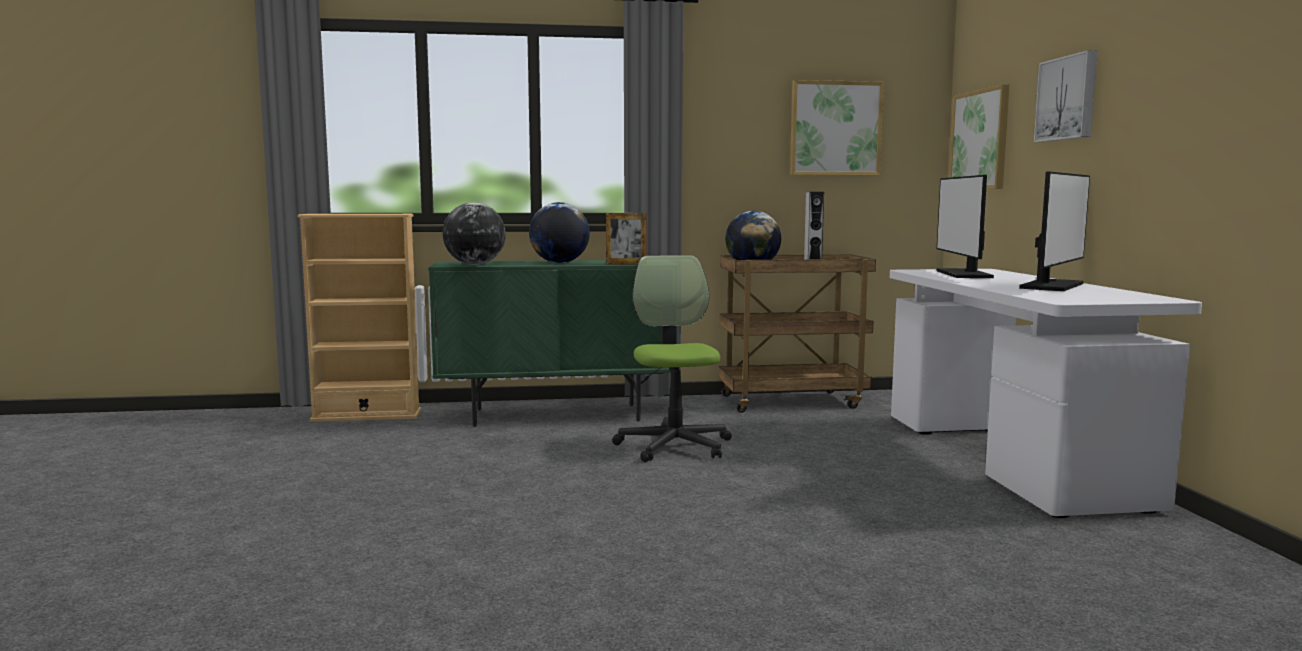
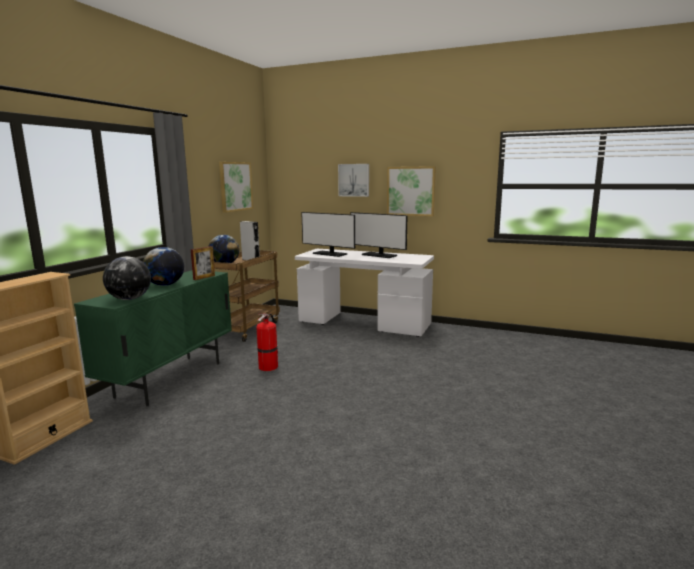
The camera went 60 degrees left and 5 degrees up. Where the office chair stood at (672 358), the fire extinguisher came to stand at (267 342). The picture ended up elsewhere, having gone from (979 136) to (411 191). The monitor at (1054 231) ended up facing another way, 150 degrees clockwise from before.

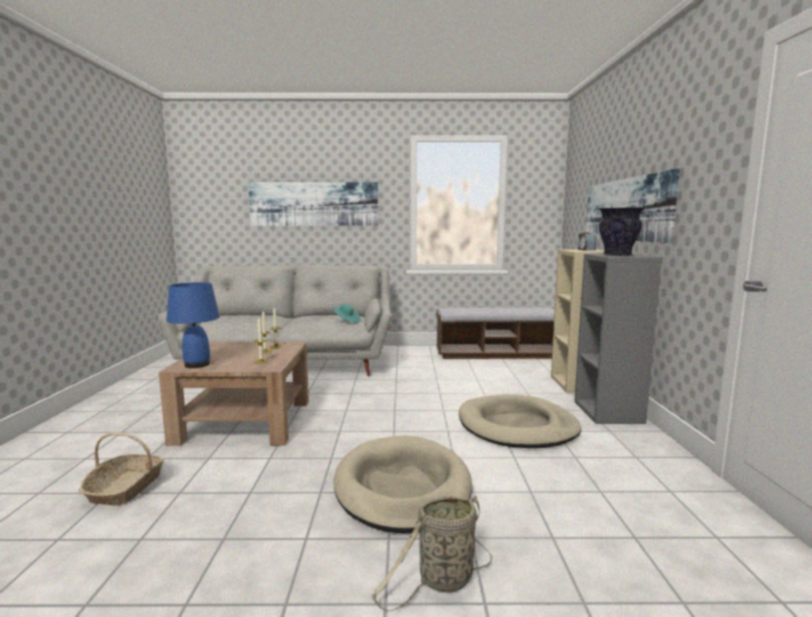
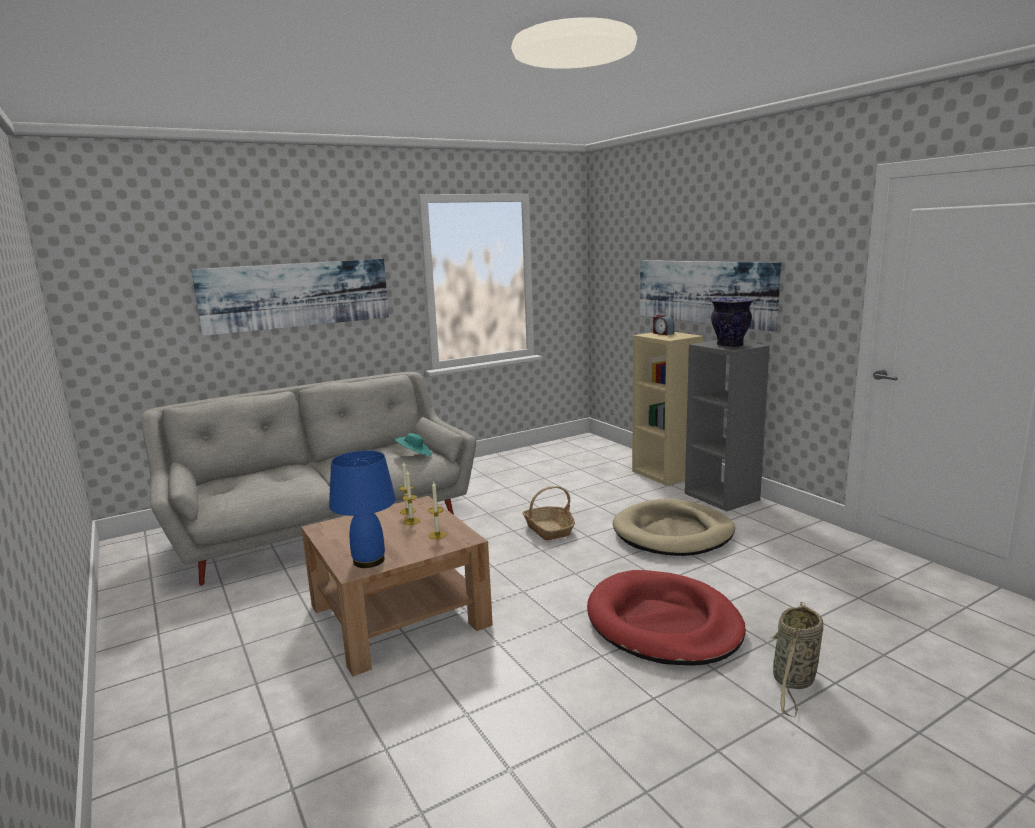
The camera went 30 degrees left and 5 degrees up. The basket ended up elsewhere, having gone from (121 469) to (549 513). What was the beige dog bed at (403 484) turned into the red dog bed at (666 618). The second view lost the bench at (495 333).

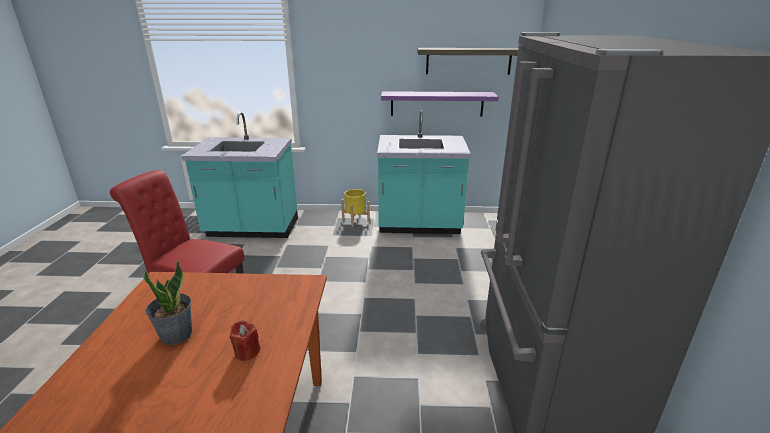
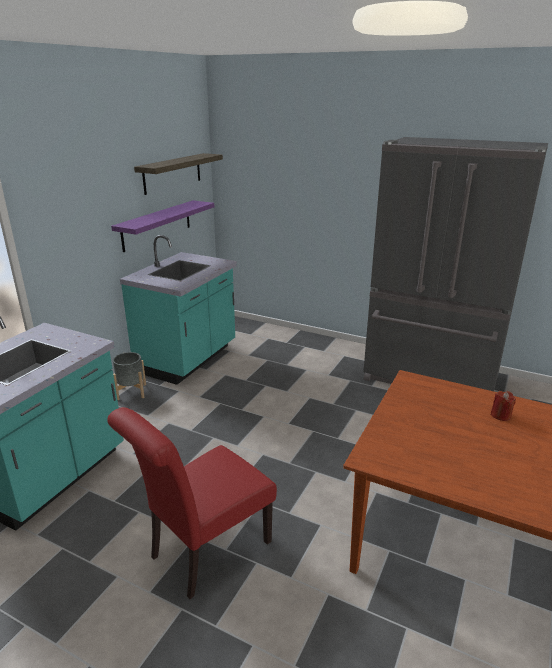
The camera went 65 degrees left and 0 degrees up. The second view lost the potted plant at (168 302). What was the yellow planter at (355 208) turned into the grey planter at (129 376).

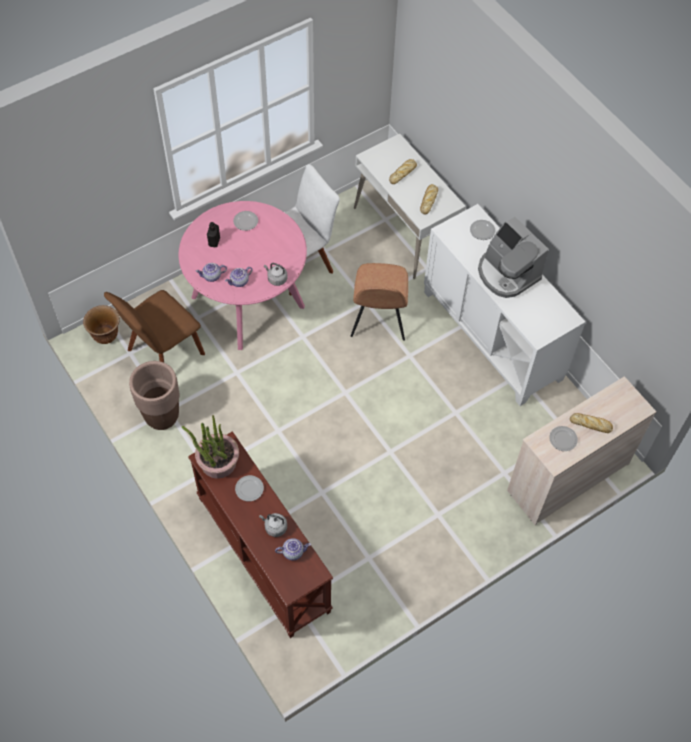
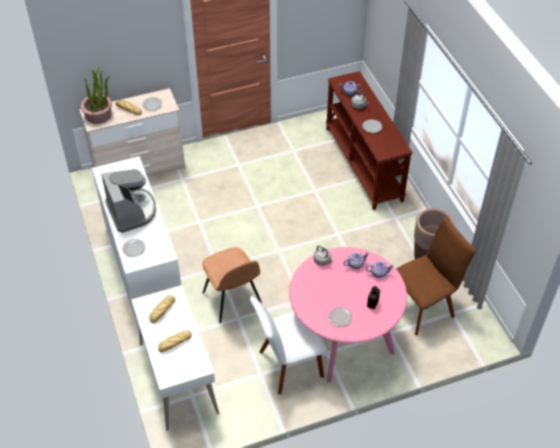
The camera went 165 degrees left and 10 degrees down. The second view lost the brown planter at (101 324). The potted plant ended up elsewhere, having gone from (210 447) to (96 95). The brown chair at (379 302) ended up facing another way, 135 degrees clockwise from before.

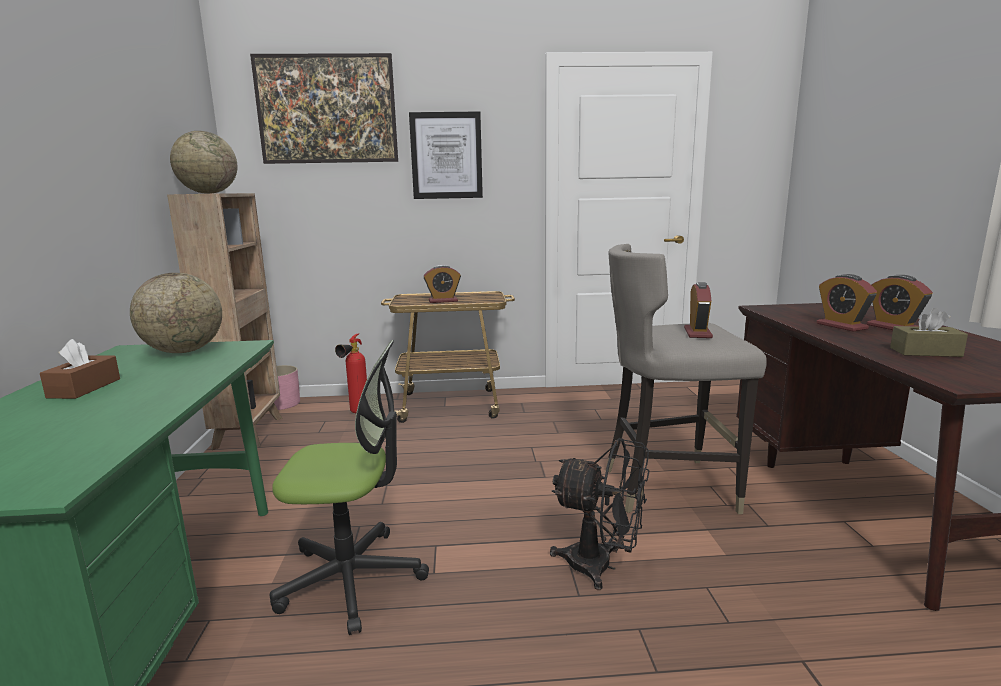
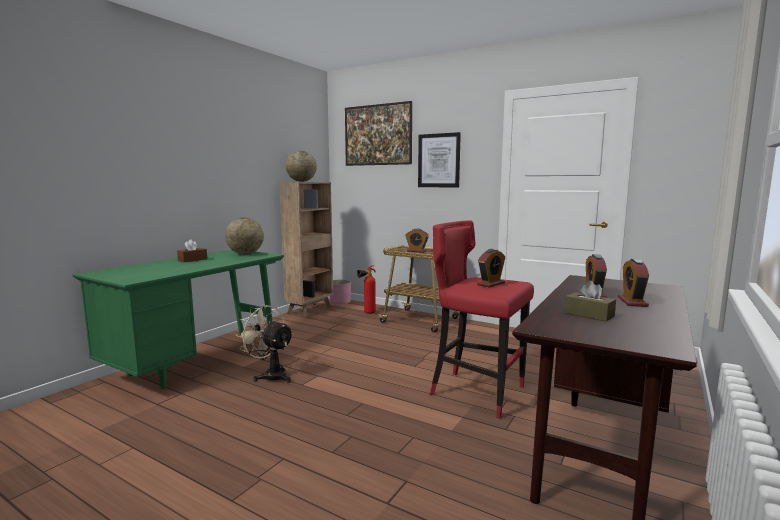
The camera went 35 degrees right and 5 degrees down. Where the office chair stood at (349 487), the beige fan came to stand at (265 344). The second view lost the black fan at (599 514). What was the grey stool at (686 379) turned into the red stool at (482 319).

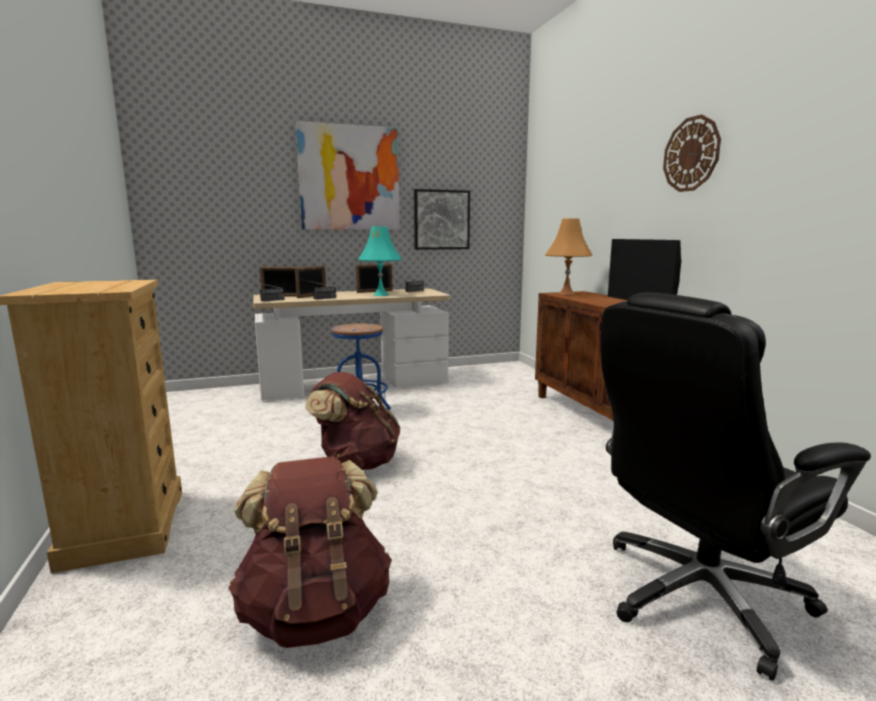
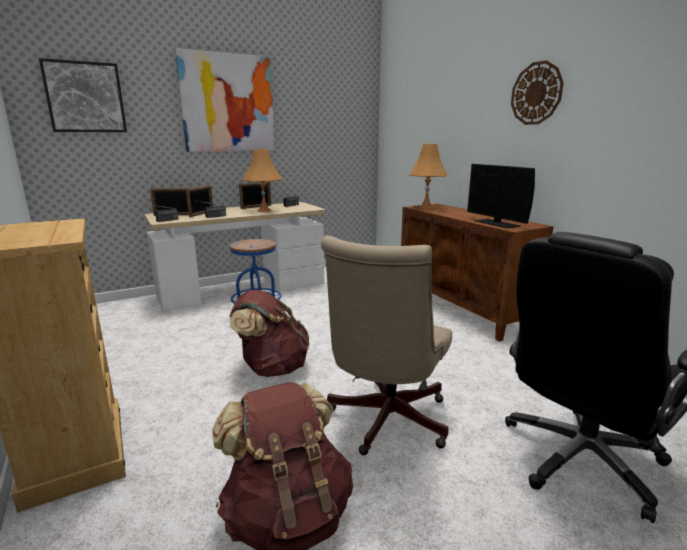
The camera went 10 degrees left and 5 degrees up. What was the turquoise table lamp at (380 261) turned into the orange table lamp at (262 180). The picture ended up elsewhere, having gone from (442 219) to (83 95). The second view gained the beige office chair at (386 345).

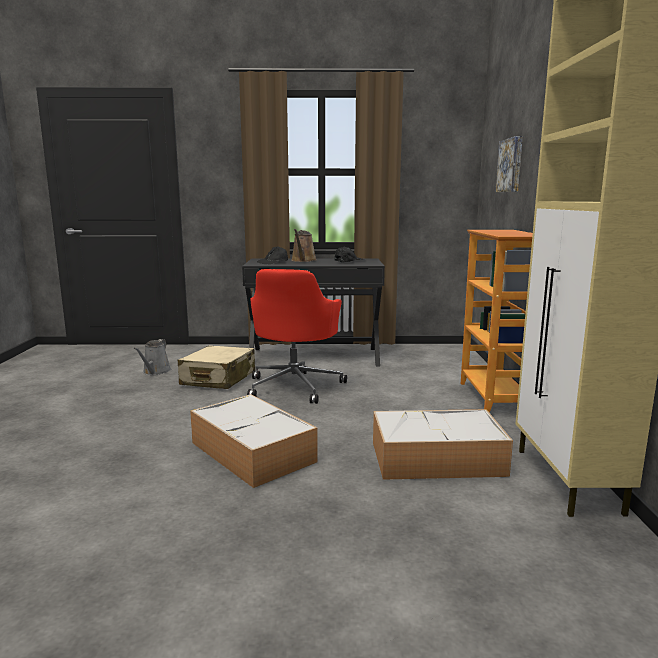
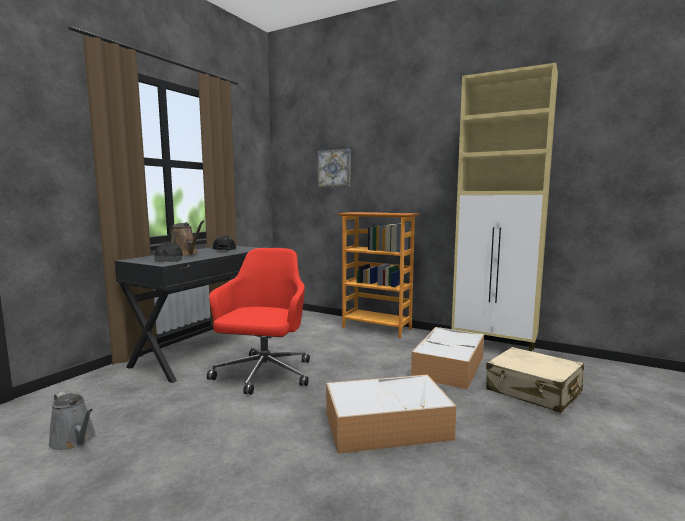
The camera went 60 degrees left and 5 degrees down. The beige suitcase ended up elsewhere, having gone from (216 367) to (535 380). The red office chair at (297 336) ended up facing another way, 120 degrees counterclockwise from before.

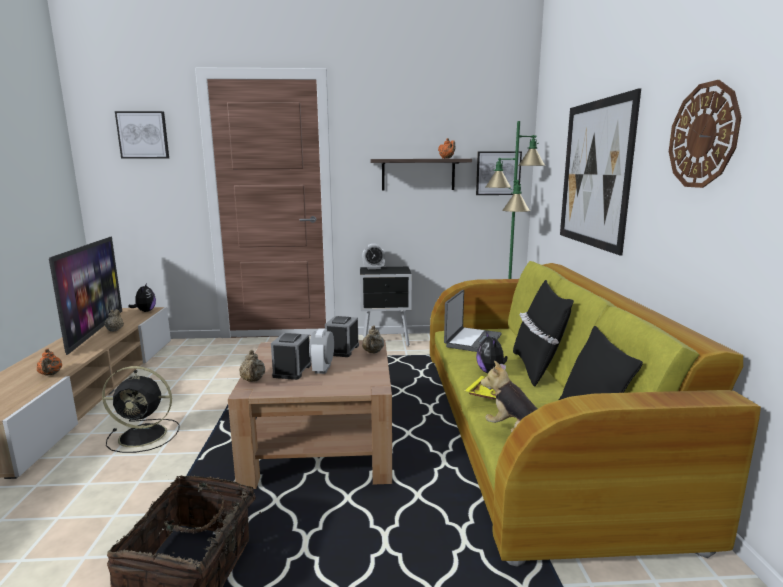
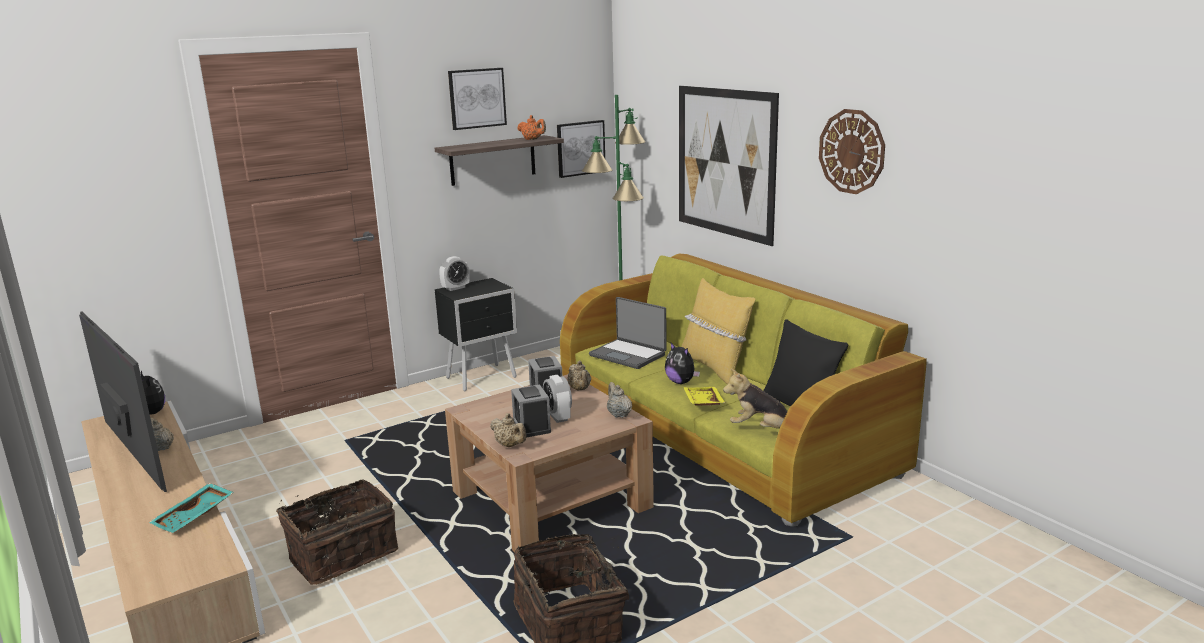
The camera went 30 degrees left and 5 degrees up. Where the orange teapot stood at (49 362), the turquoise tray came to stand at (191 508). Where the black fan stood at (141 409), the basket came to stand at (337 532). The picture ended up elsewhere, having gone from (142 135) to (477 99). The laptop at (473 321) ended up facing another way, 135 degrees clockwise from before. What was the black pillow at (543 333) turned into the yellow pillow at (718 331). The second view gained the beige teapot at (619 400).

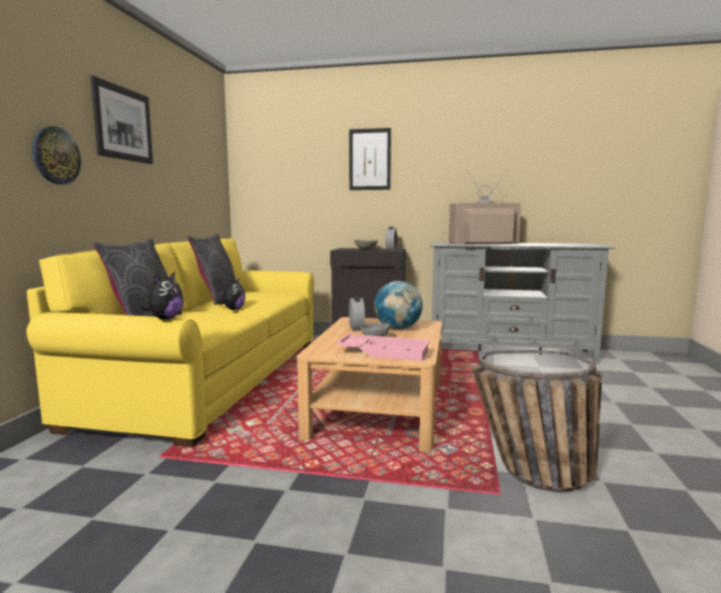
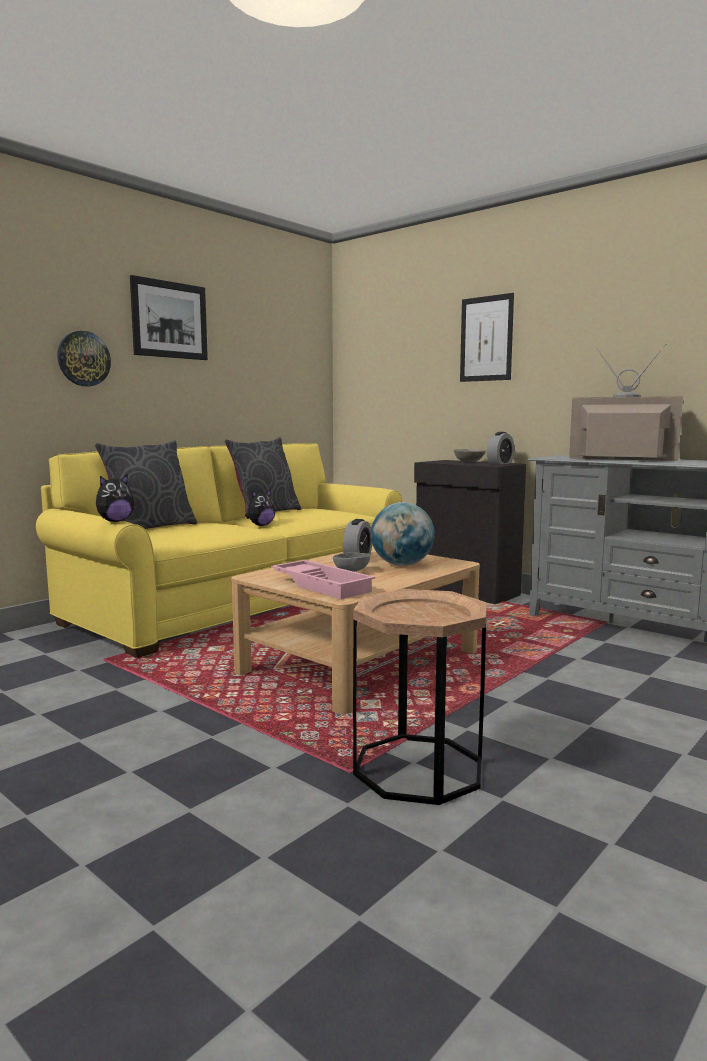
The camera went 30 degrees right and 0 degrees up. Where the basket stood at (536 421), the brown side table came to stand at (420 697).

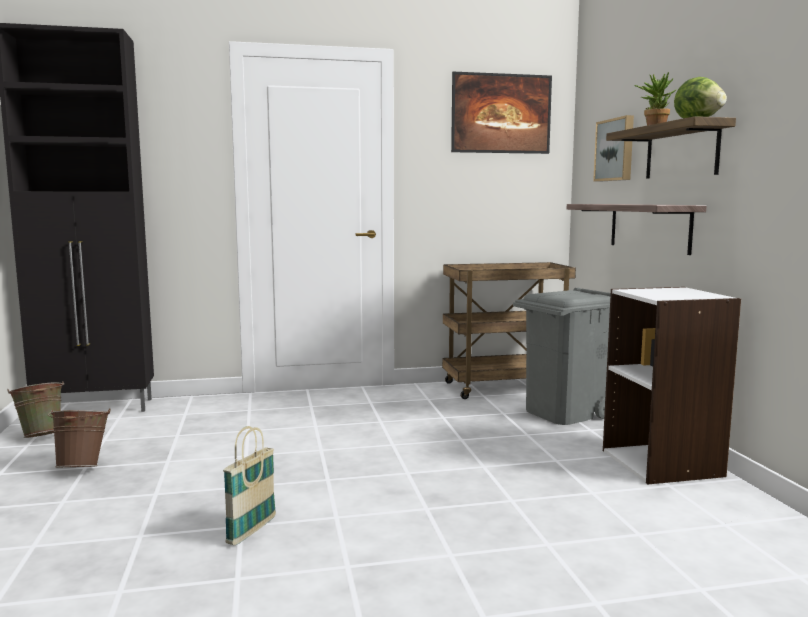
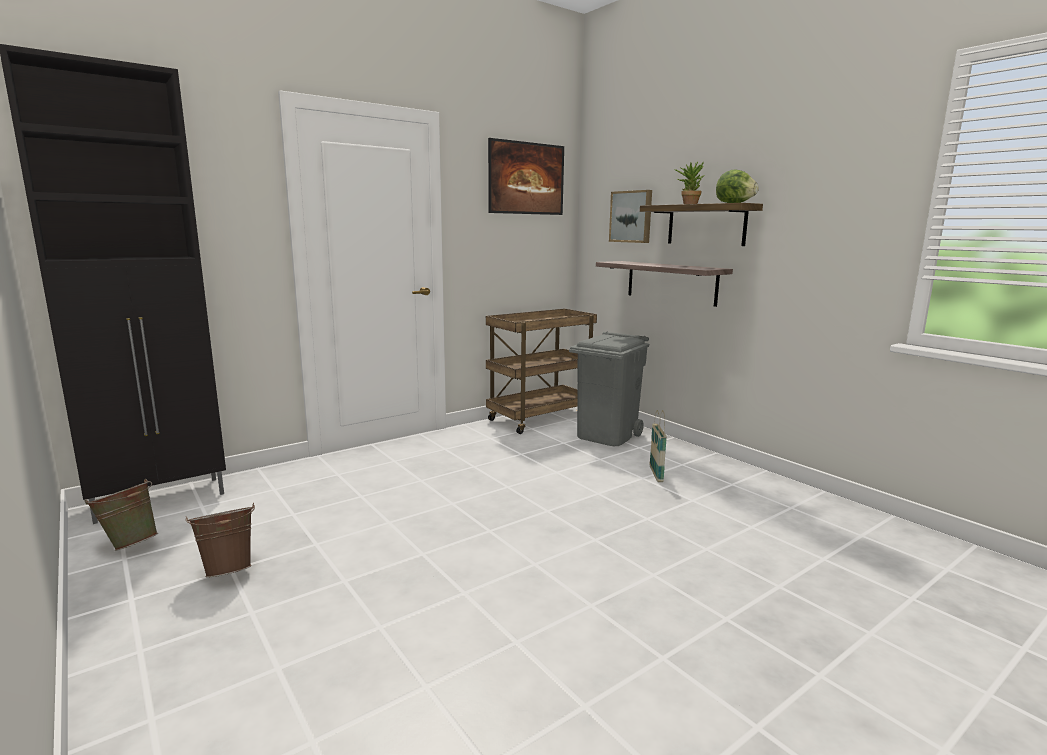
The camera went 25 degrees left and 5 degrees up. The basket ended up elsewhere, having gone from (249 486) to (658 446). The second view lost the white bookcase at (672 385).

